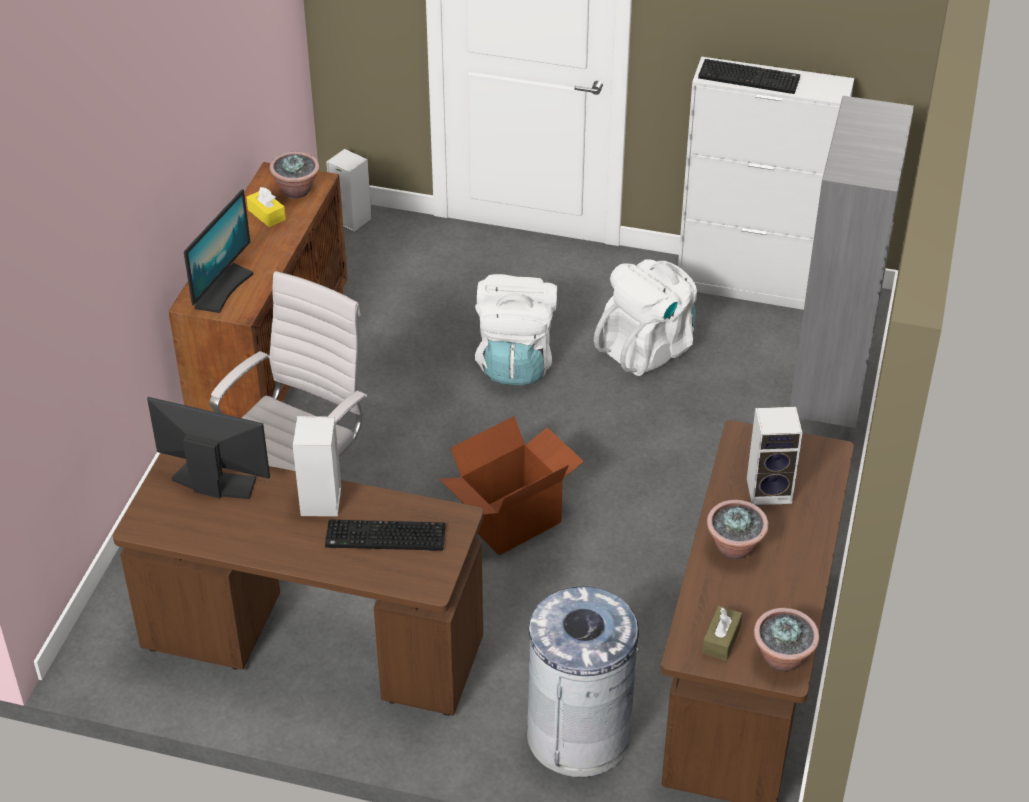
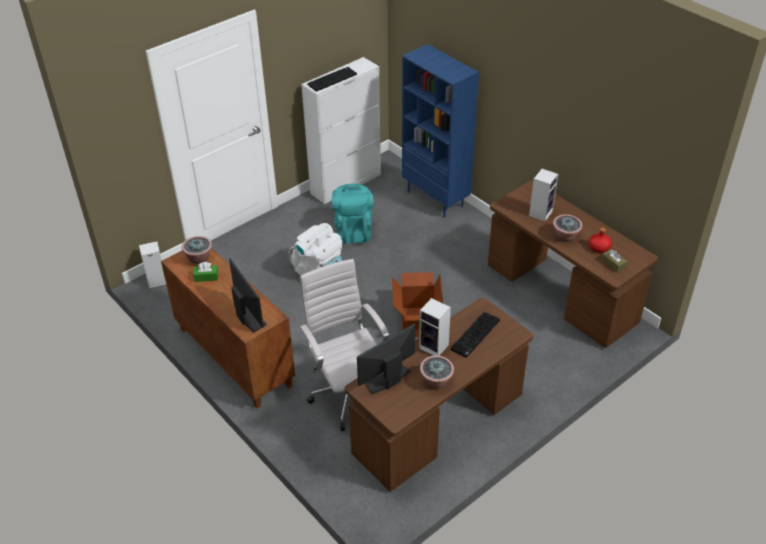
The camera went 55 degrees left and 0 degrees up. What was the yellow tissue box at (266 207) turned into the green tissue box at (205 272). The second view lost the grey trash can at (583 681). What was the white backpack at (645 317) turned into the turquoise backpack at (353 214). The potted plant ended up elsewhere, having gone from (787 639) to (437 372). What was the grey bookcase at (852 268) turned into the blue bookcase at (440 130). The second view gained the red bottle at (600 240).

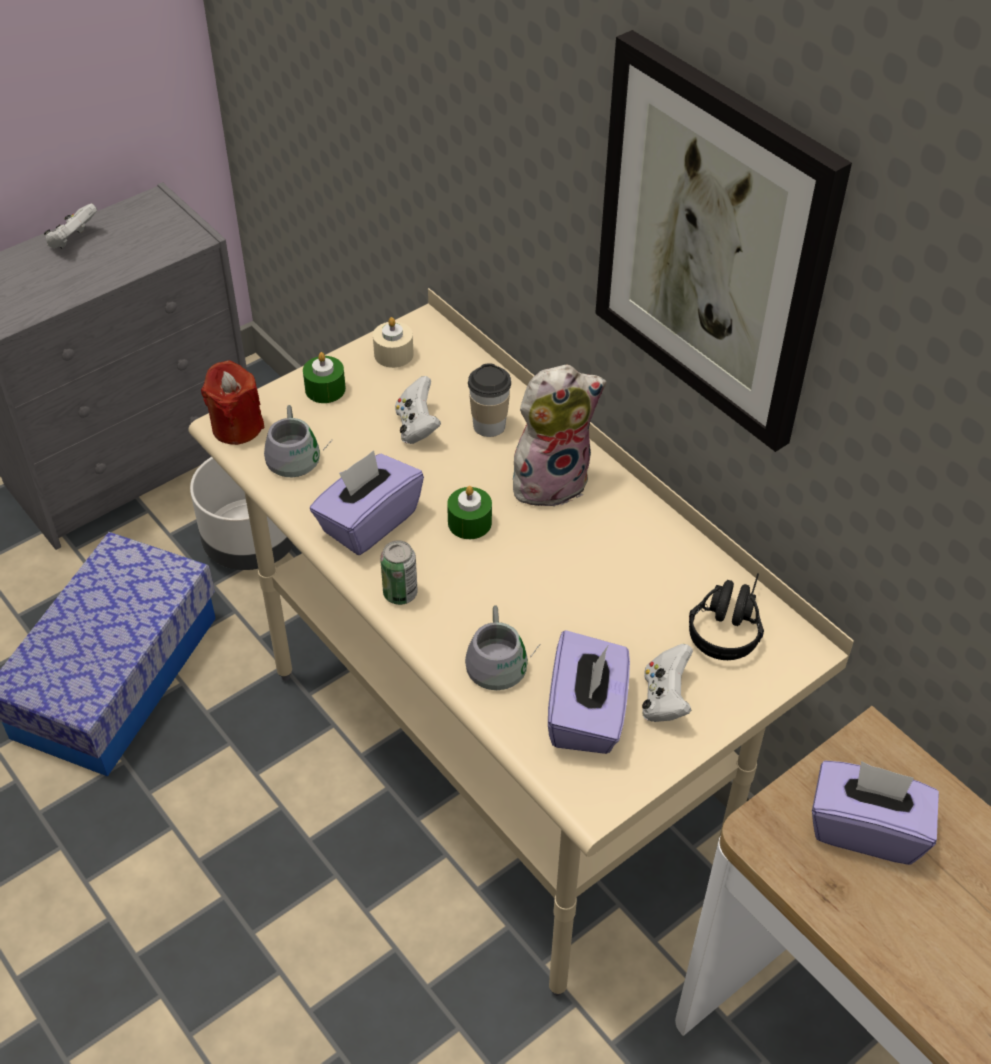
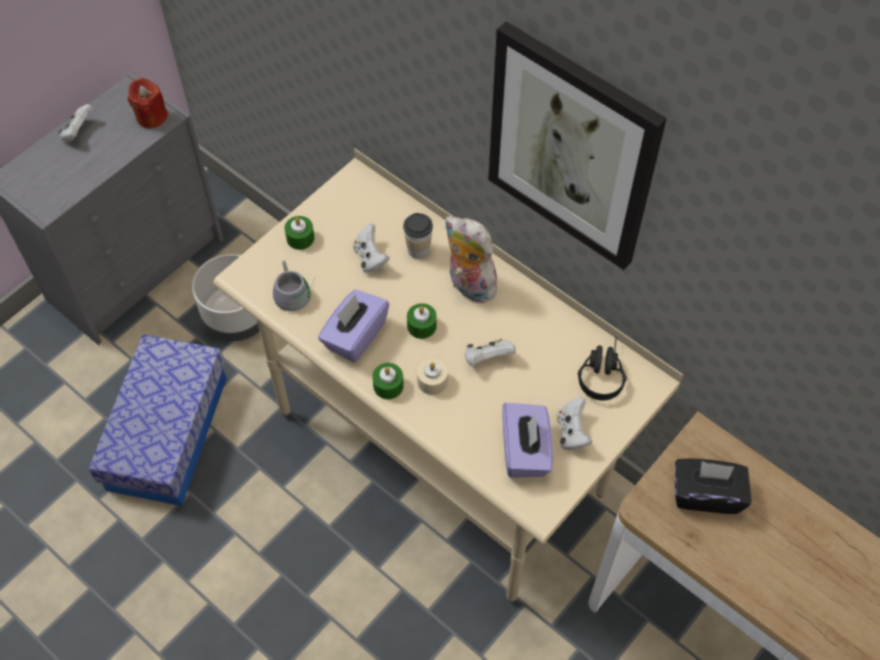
The camera went 10 degrees left and 10 degrees up. The red candle ended up elsewhere, having gone from (232 402) to (147 103). The beige candle ended up elsewhere, having gone from (393 342) to (432 377). Where the can stood at (399 572), the green candle came to stand at (388 381). The second view lost the grey mug at (502 647). The plush toy at (559 436) ended up facing another way, 105 degrees counterclockwise from before. What was the purple tissue box at (875 813) turned into the black tissue box at (713 486). The second view gained the white game controller at (490 352).

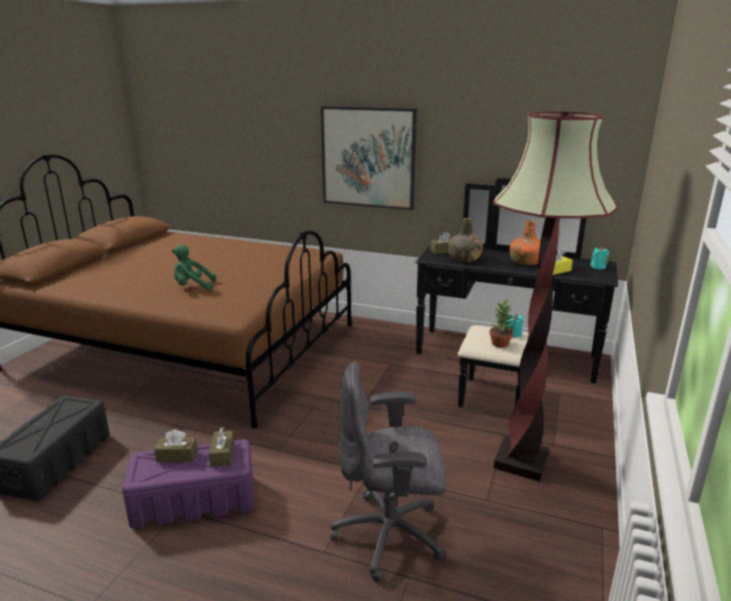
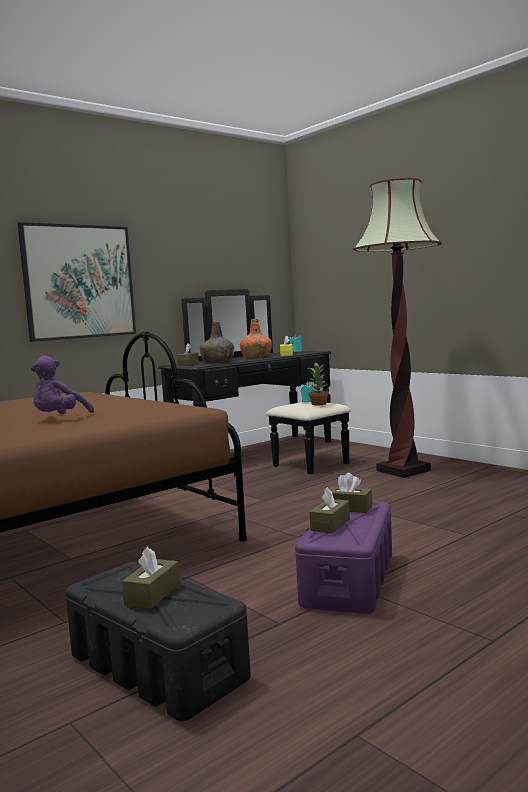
The camera went 60 degrees left and 15 degrees down. What was the green plush toy at (194 267) turned into the purple plush toy at (62 385). The second view lost the grey office chair at (388 471). The second view gained the brown tissue box at (151 578).

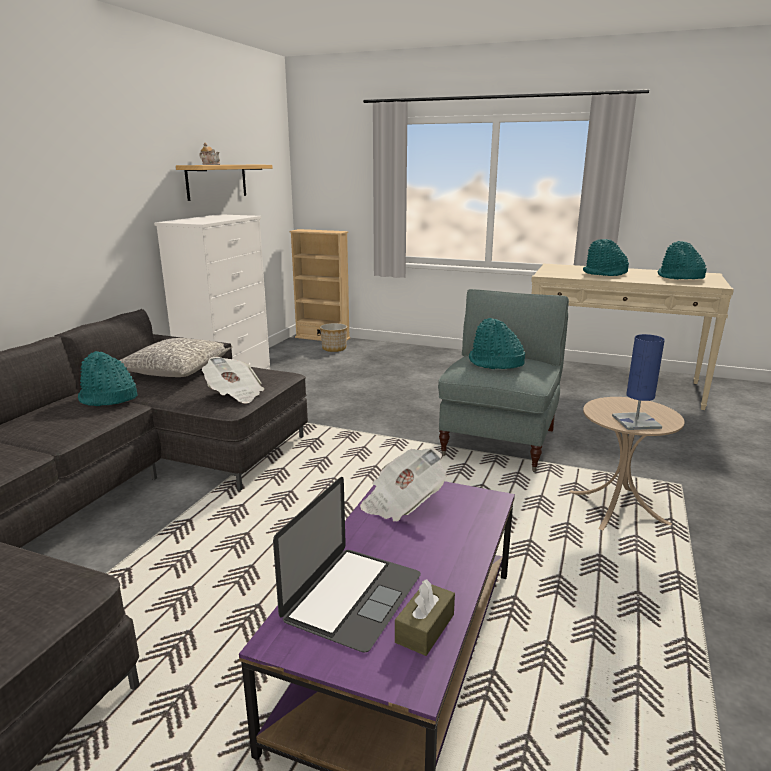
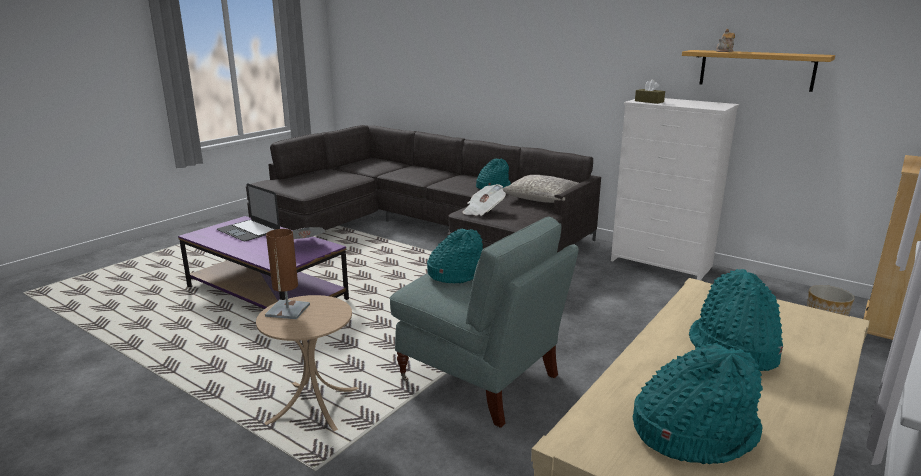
The camera went 105 degrees right and 0 degrees up. The brown tissue box ended up elsewhere, having gone from (425 617) to (650 92). What was the blue table lamp at (638 382) turned into the brown table lamp at (287 274).

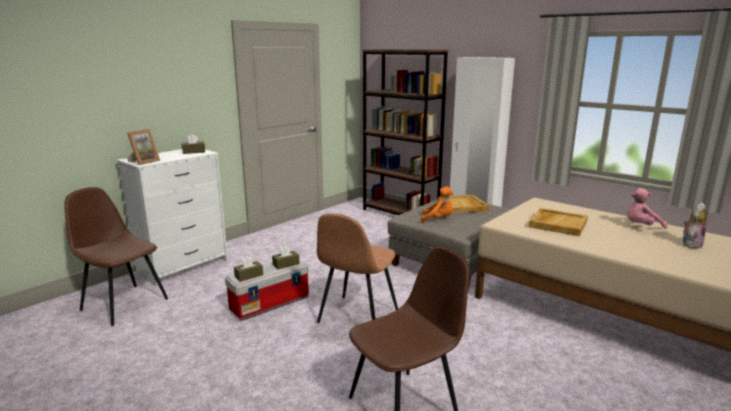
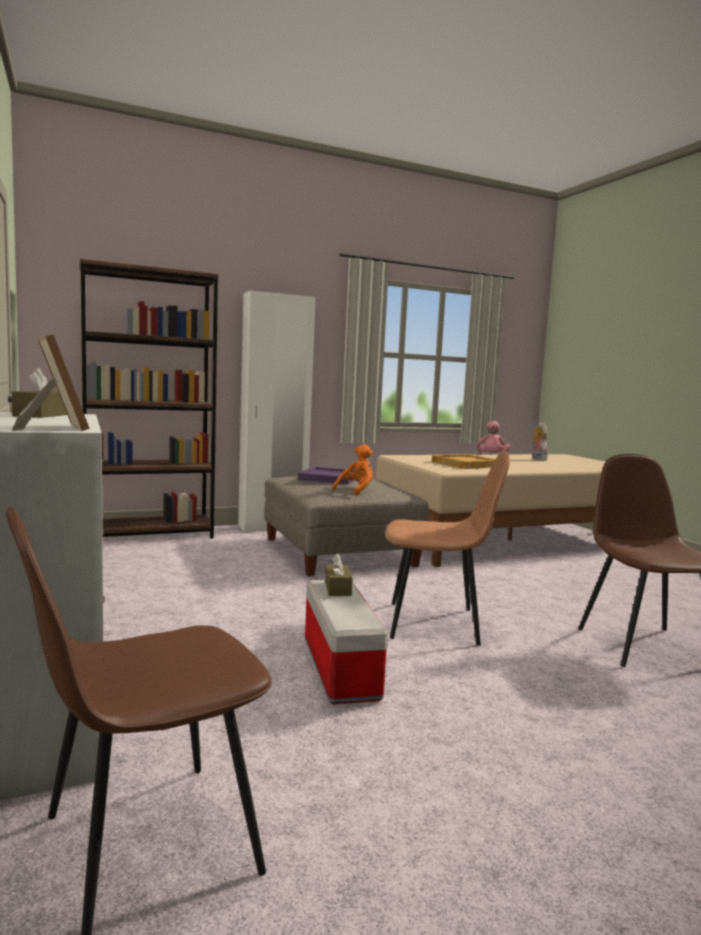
The camera went 65 degrees left and 10 degrees down. The second view lost the brown tissue box at (248 269). The brown chair at (357 268) ended up facing another way, 45 degrees counterclockwise from before. What was the beige tray at (463 204) turned into the purple tray at (326 476).

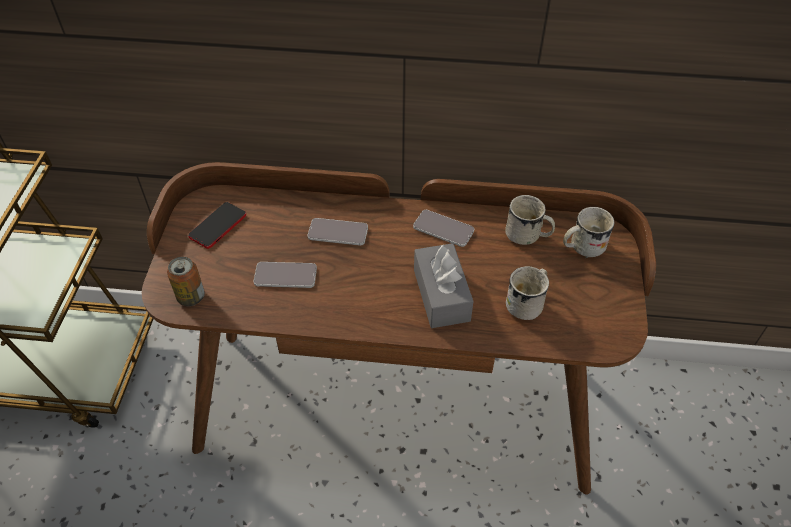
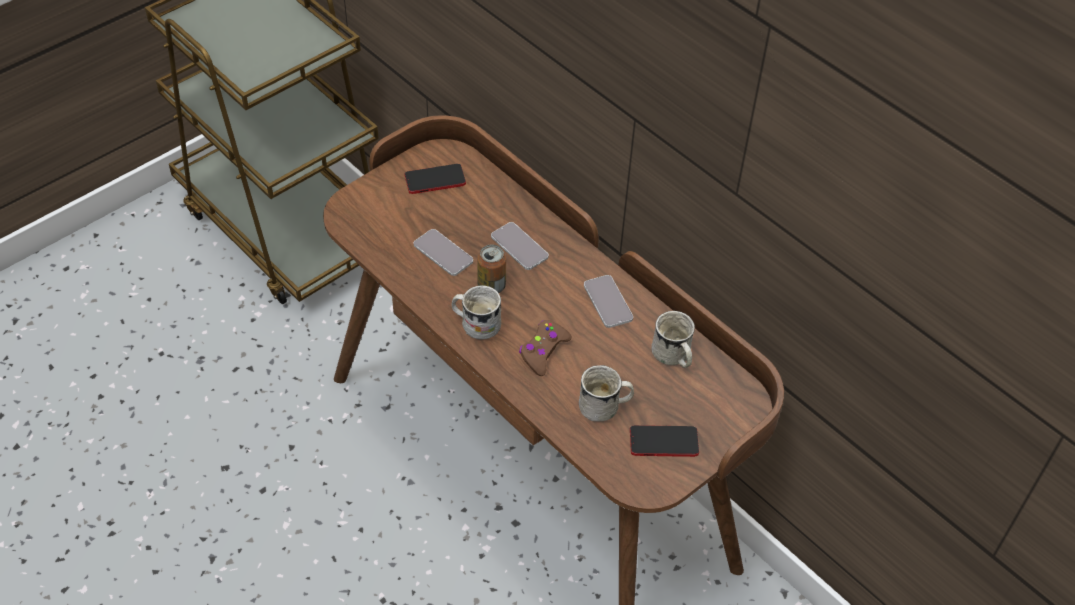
The camera went 40 degrees right and 0 degrees up. The can ended up elsewhere, having gone from (186 281) to (491 269). Where the grey tissue box stood at (443 285), the brown game controller came to stand at (545 348). The white mug ended up elsewhere, having gone from (588 232) to (476 312). The second view gained the phone at (664 441).

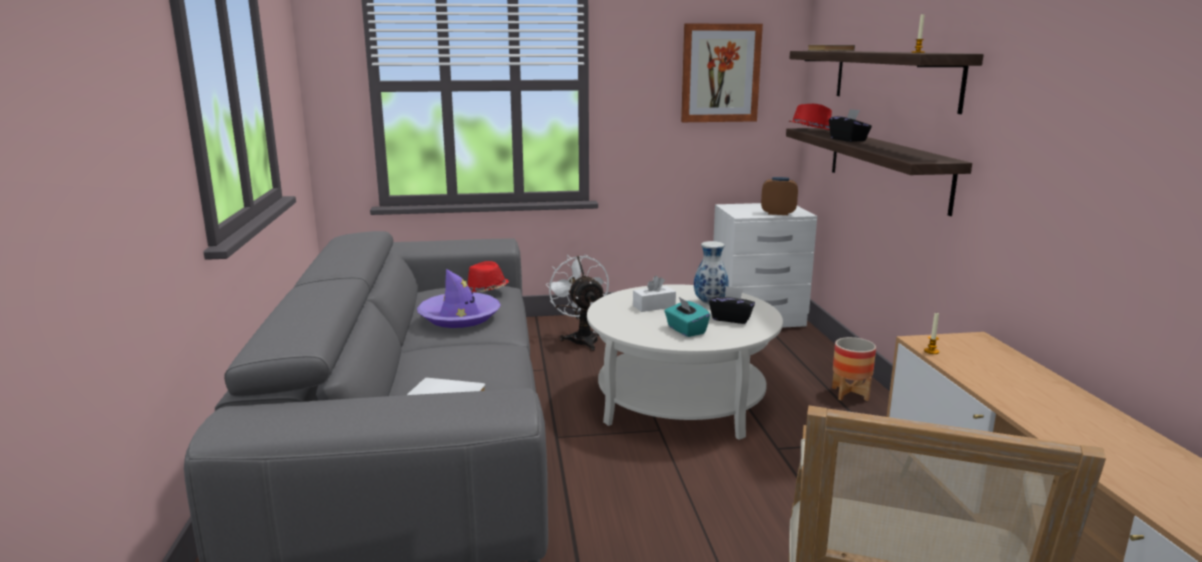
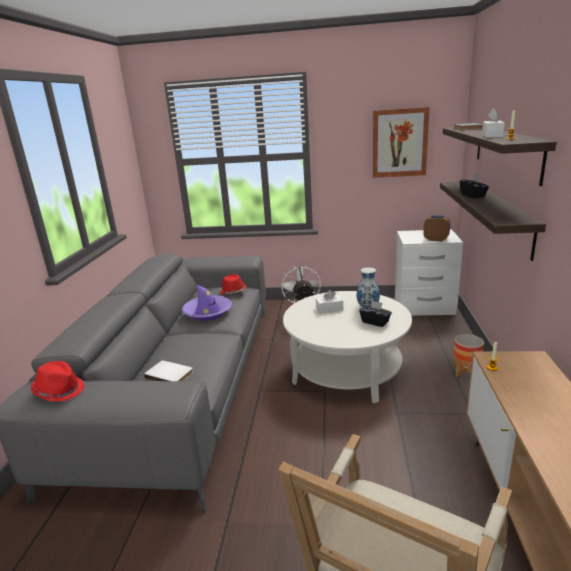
The camera went 15 degrees right and 5 degrees up. The second view lost the turquoise tissue box at (687 317). The red hat ended up elsewhere, having gone from (810 117) to (58 381). The second view gained the white tissue box at (493 123).

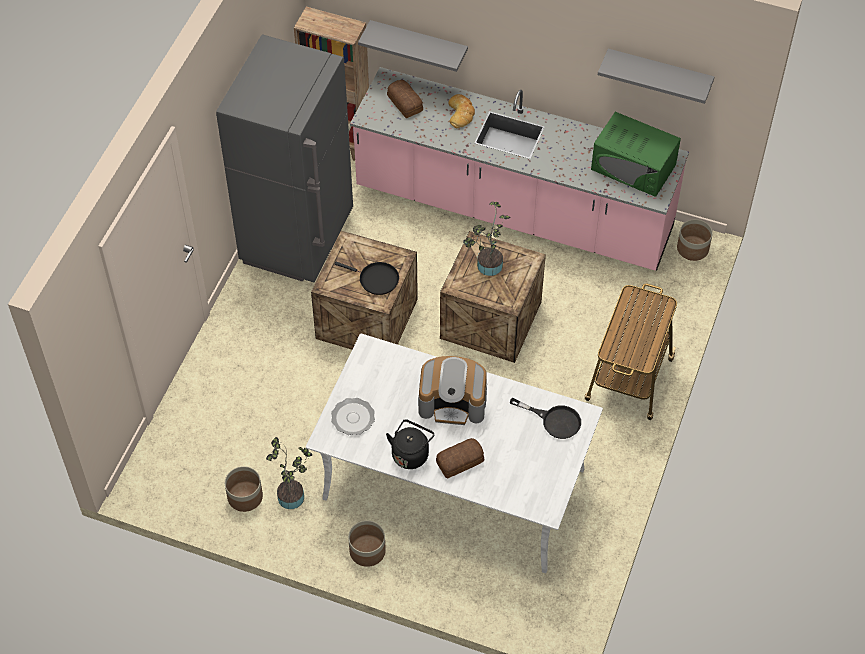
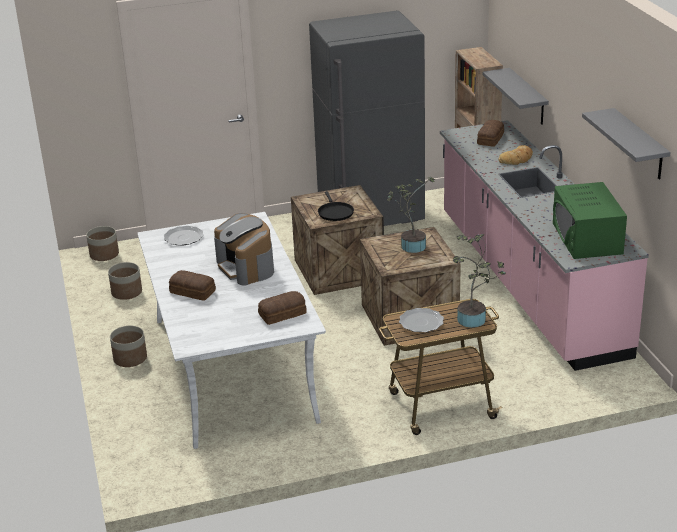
The camera went 55 degrees right and 25 degrees down. The potted plant ended up elsewhere, having gone from (289 473) to (479 281). The second view lost the black kettle at (410 444). Where the black frying pan stood at (545 418), the bread came to stand at (282 308). The planter ended up elsewhere, having gone from (695 240) to (102 243). The second view gained the plate at (421 320).

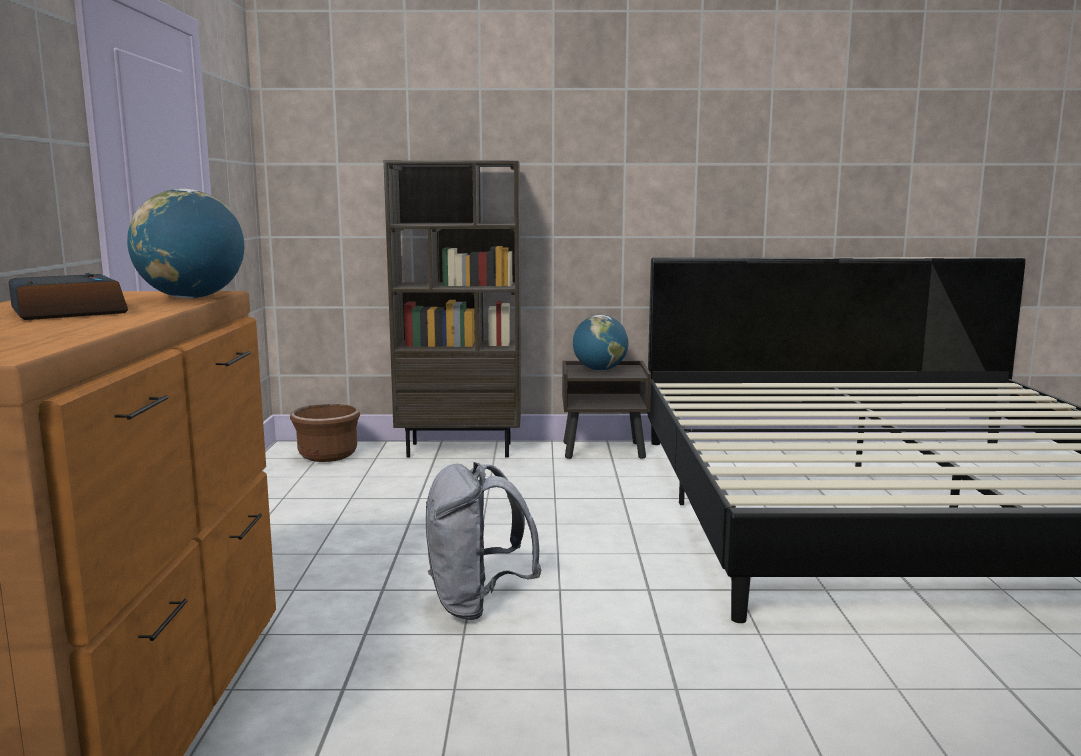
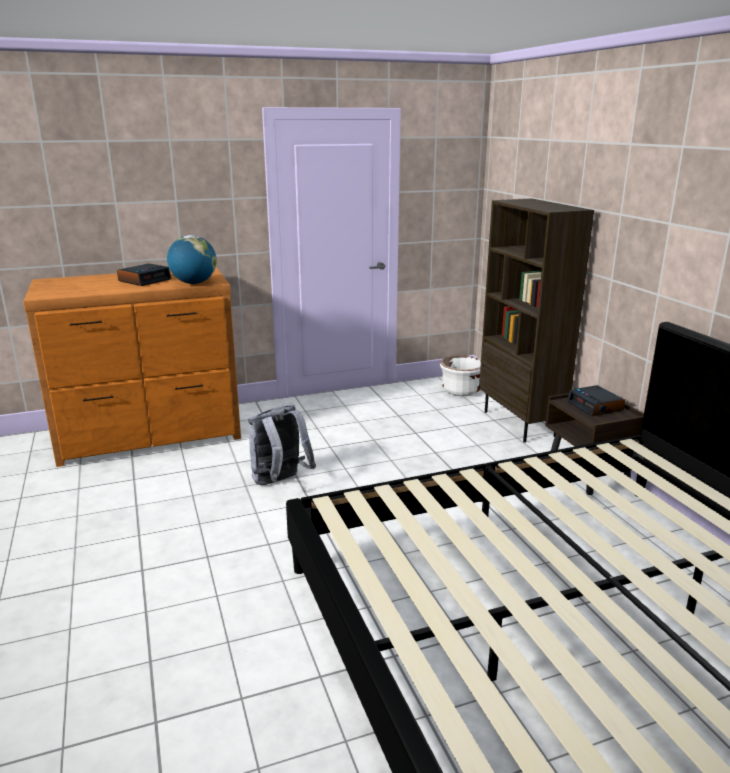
The camera went 70 degrees right and 10 degrees up. What was the brown planter at (325 433) turned into the white planter at (460 375). Where the globe stood at (601 343), the alarm clock came to stand at (596 400).

